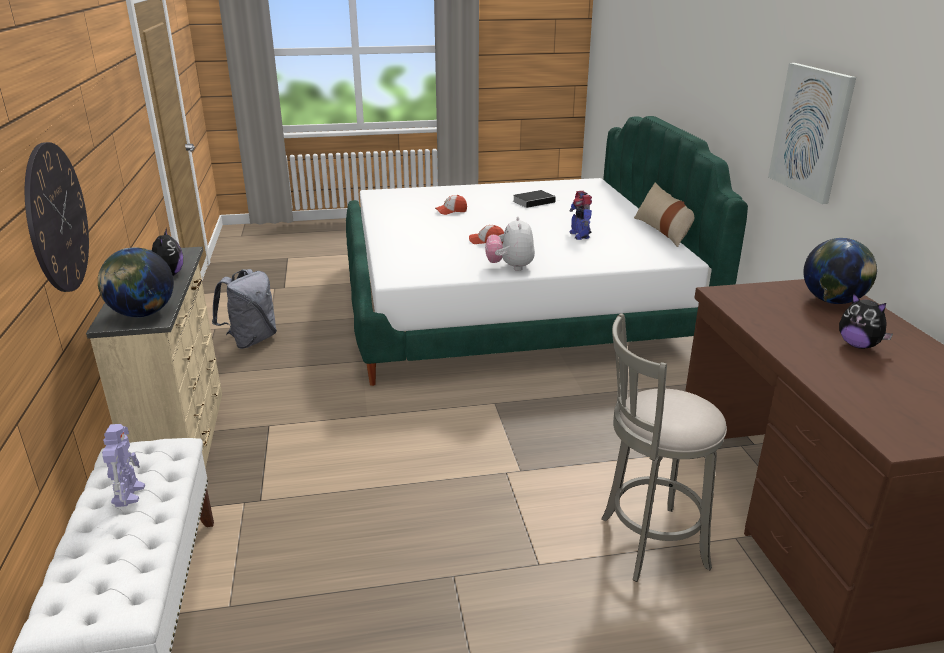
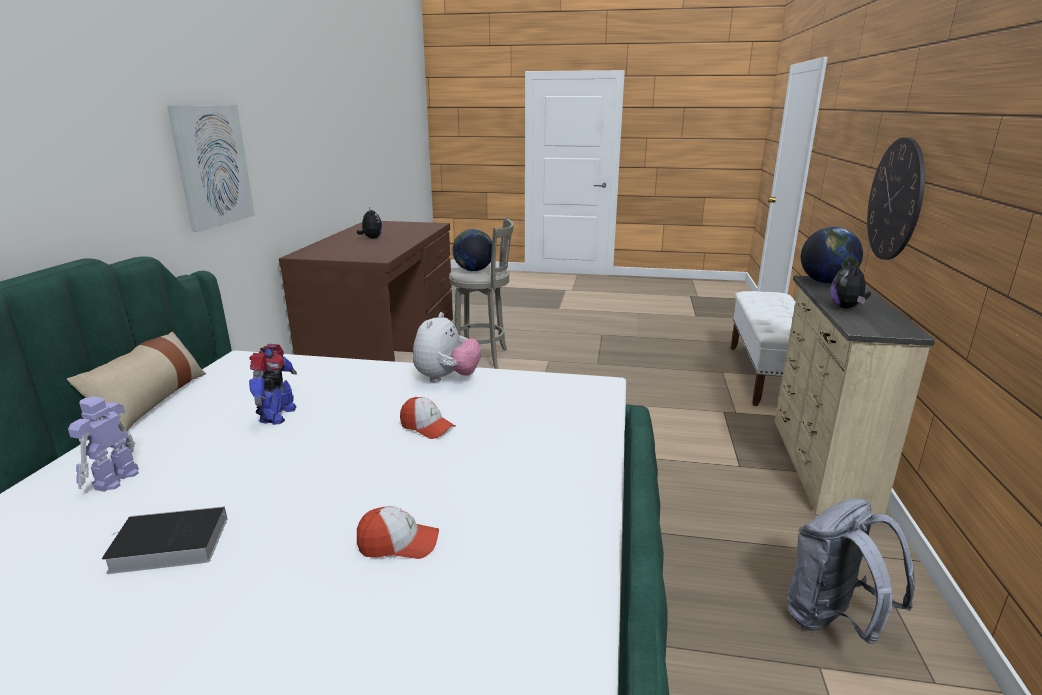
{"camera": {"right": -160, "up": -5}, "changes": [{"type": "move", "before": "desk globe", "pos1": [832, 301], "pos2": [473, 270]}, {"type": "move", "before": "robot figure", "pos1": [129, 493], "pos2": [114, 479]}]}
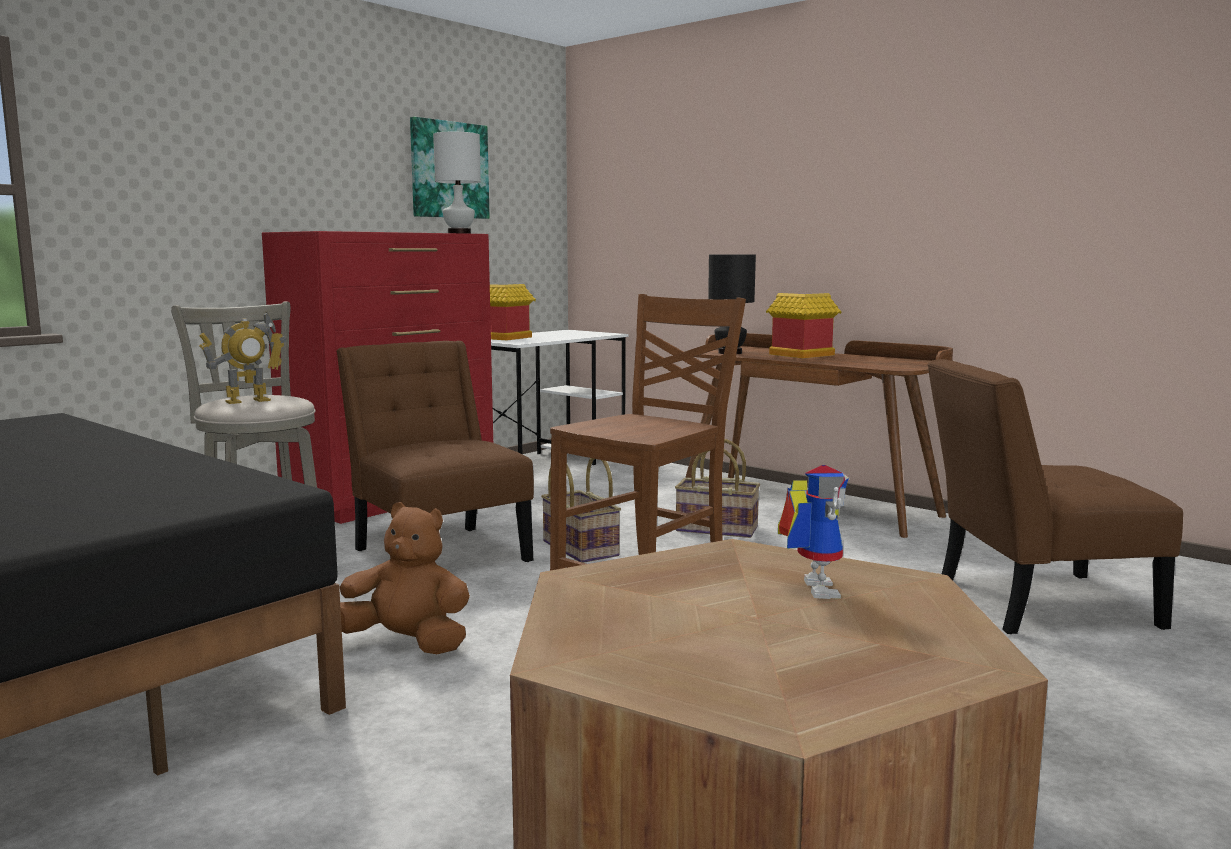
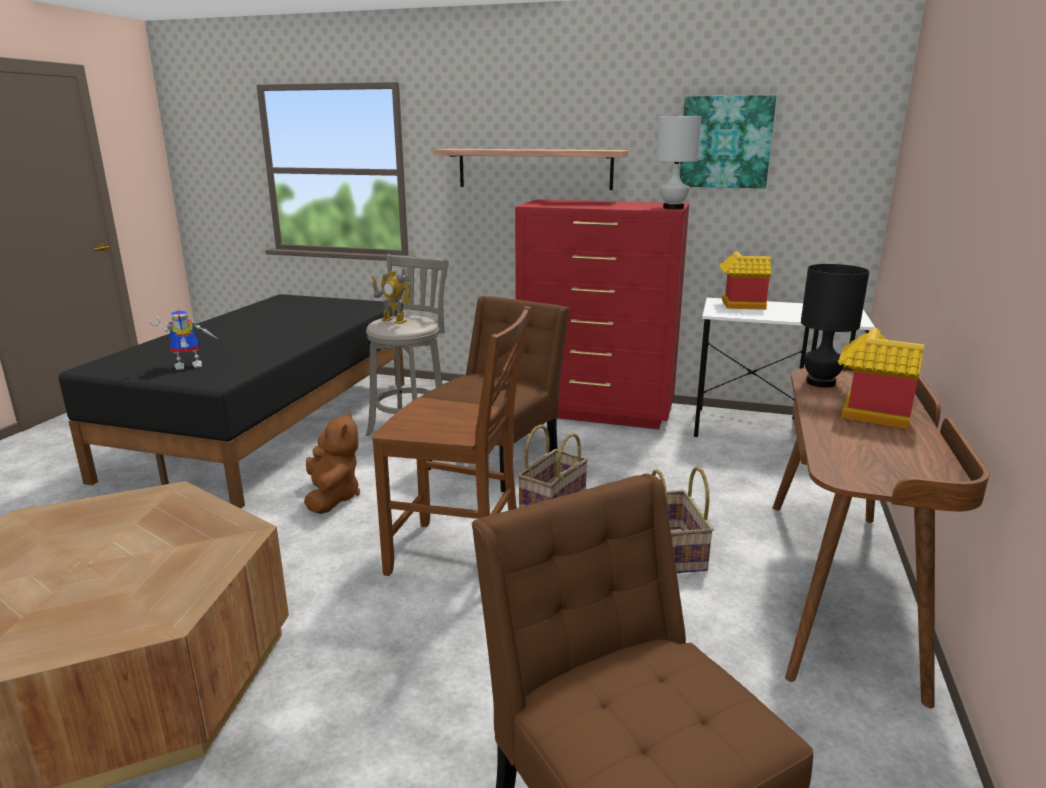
{"camera": {"right": 65, "up": 10}, "changes": [{"type": "move", "before": "robot figure", "pos1": [811, 588], "pos2": [191, 365]}, {"type": "insert", "after": "wall shelf", "pos2": [534, 169]}]}
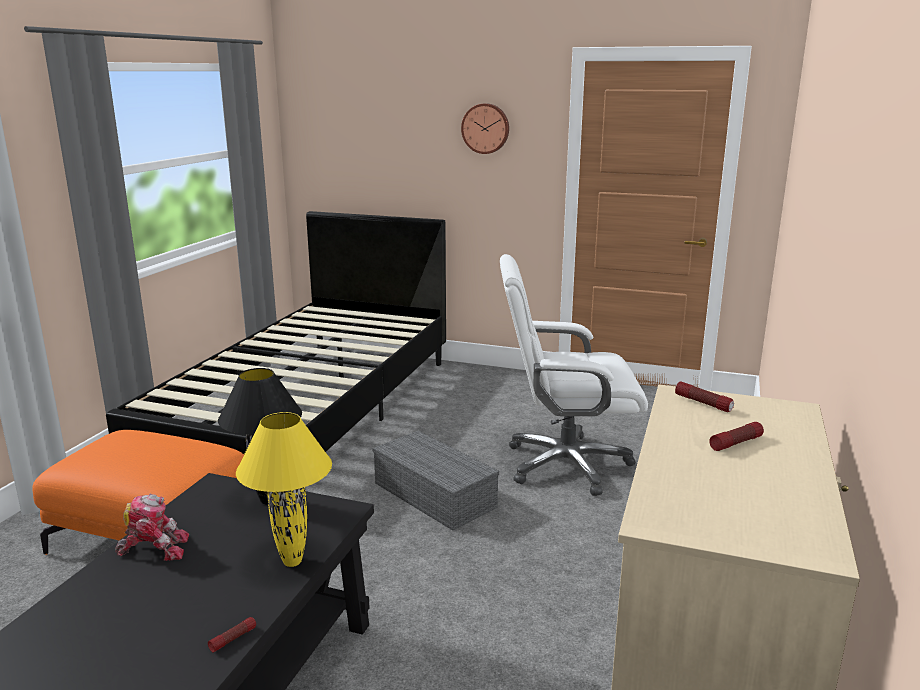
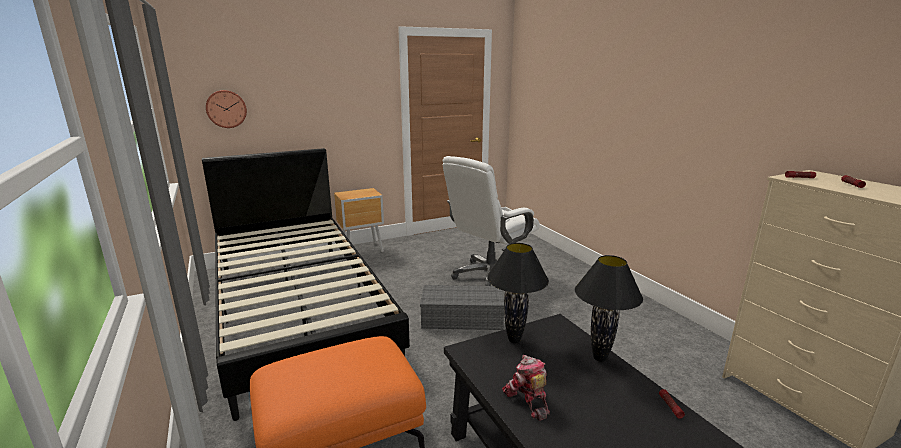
{"camera": {"right": -45, "up": 0}, "changes": [{"type": "move", "before": "hanging clock", "pos1": [486, 128], "pos2": [226, 109]}, {"type": "recolor", "before": "yellow lamp for a table", "after": "black-coloured lamp for a table", "pos1": [292, 561], "pos2": [599, 358]}, {"type": "rotate", "before": "robot figure", "pos1": [154, 548], "pos2": [527, 400], "turn": -60}, {"type": "insert", "after": "brown night table", "pos2": [363, 250]}]}
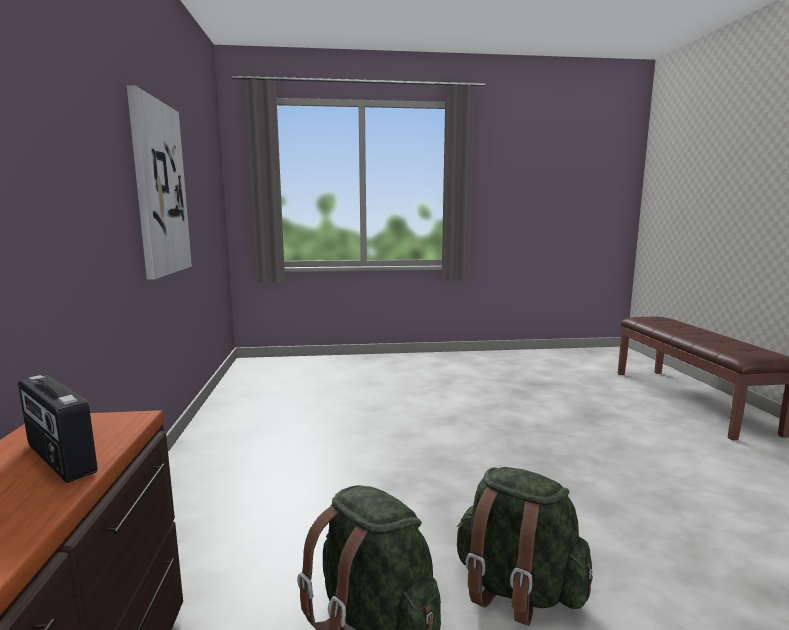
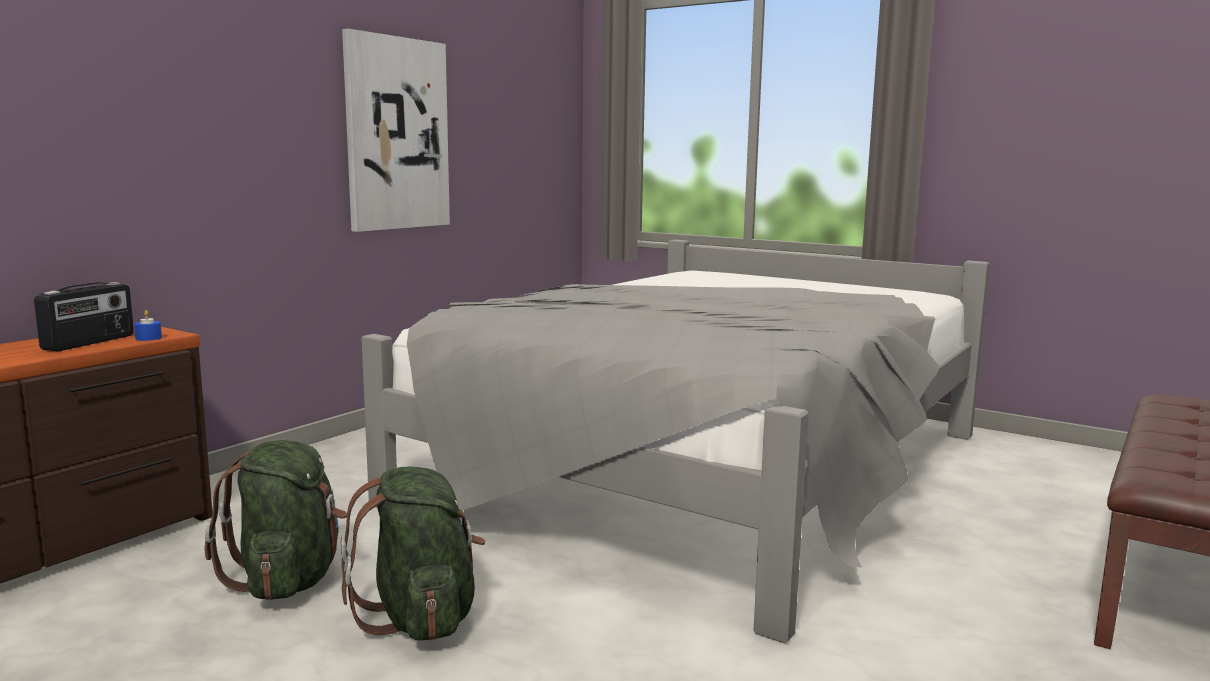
{"camera": {"right": 40, "up": 0}, "changes": [{"type": "rotate", "before": "radio set", "pos1": [59, 459], "pos2": [90, 342], "turn": -150}, {"type": "insert", "after": "gray bedroom bed", "pos2": [707, 468]}, {"type": "insert", "after": "bluish candle", "pos2": [148, 338]}]}
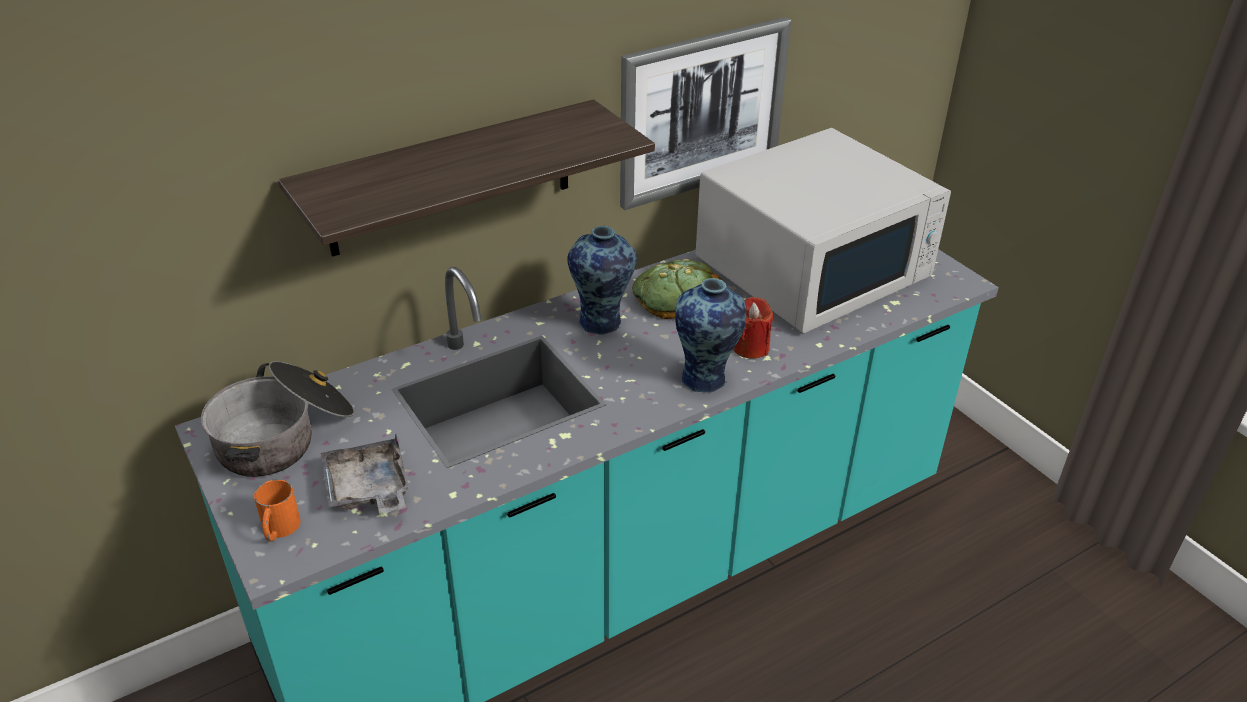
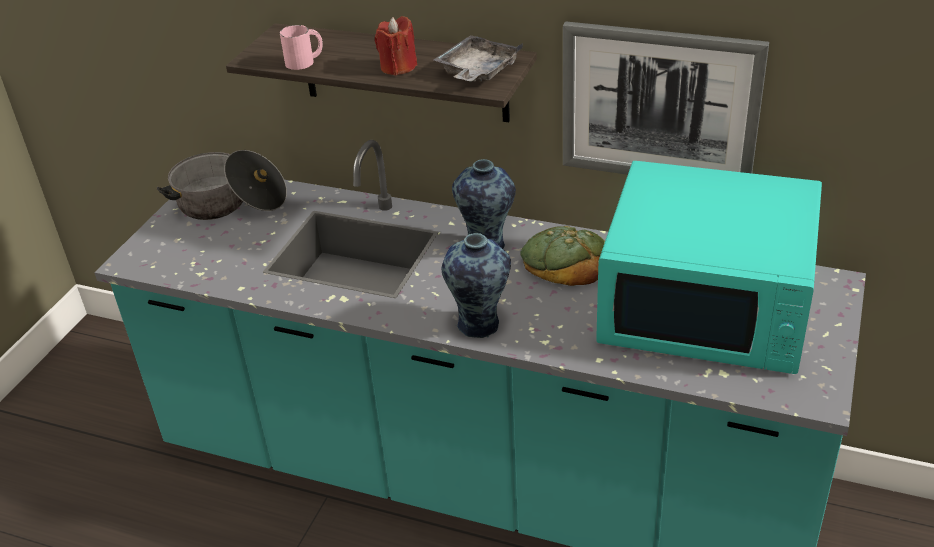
{"camera": {"right": 55, "up": 0}, "changes": [{"type": "recolor", "before": "white microwave", "after": "turquoise-coloured microwave", "pos1": [814, 268], "pos2": [707, 306]}, {"type": "move", "before": "red-coloured candle", "pos1": [750, 347], "pos2": [398, 67]}, {"type": "move", "before": "gray tray", "pos1": [368, 489], "pos2": [477, 71]}, {"type": "delete", "before": "orange-coloured coffee mug", "pos1": [279, 530]}, {"type": "insert", "after": "pinkish coffee mug", "pos2": [305, 61]}]}
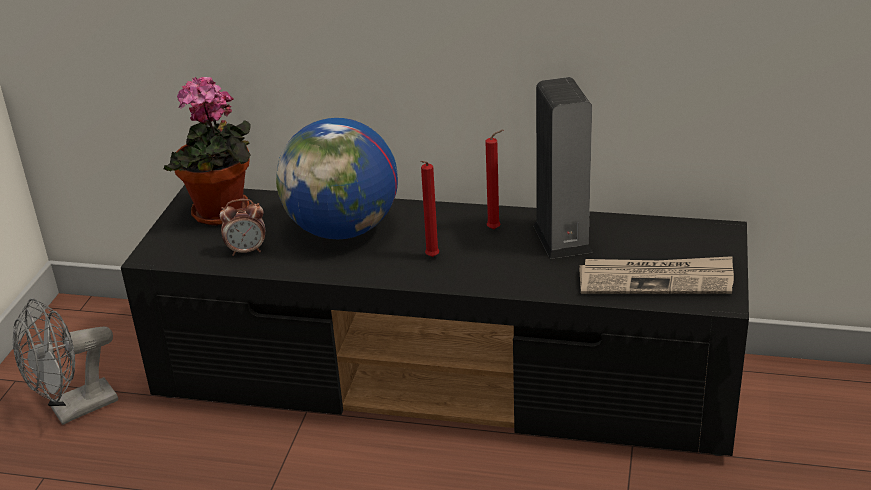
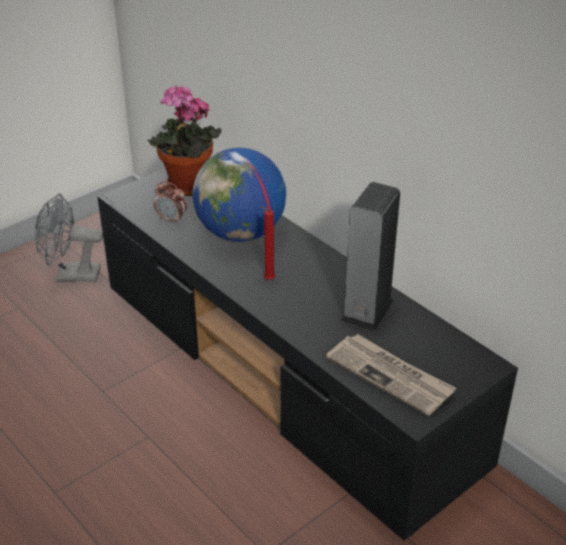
{"camera": {"right": 35, "up": 5}, "changes": [{"type": "delete", "before": "red-coloured candle", "pos1": [496, 229]}]}
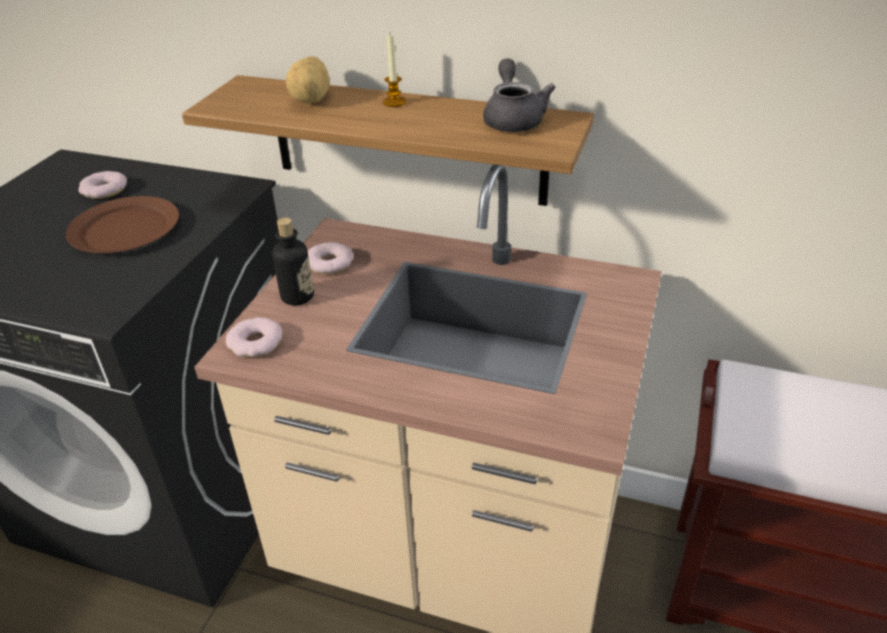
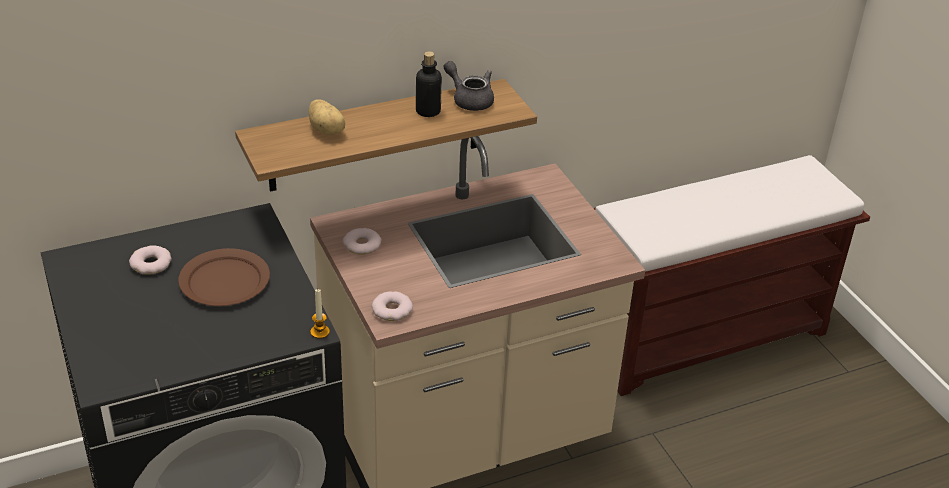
{"camera": {"right": -45, "up": 0}, "changes": [{"type": "move", "before": "candle", "pos1": [394, 102], "pos2": [320, 332]}, {"type": "move", "before": "beverage bottle", "pos1": [297, 296], "pos2": [428, 111]}]}
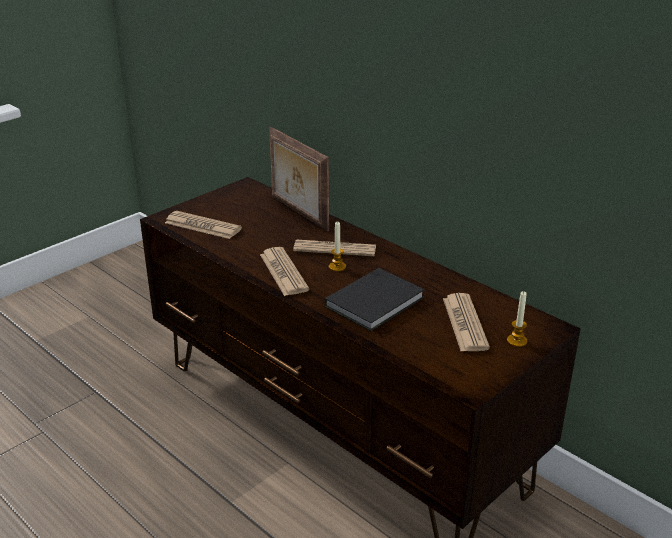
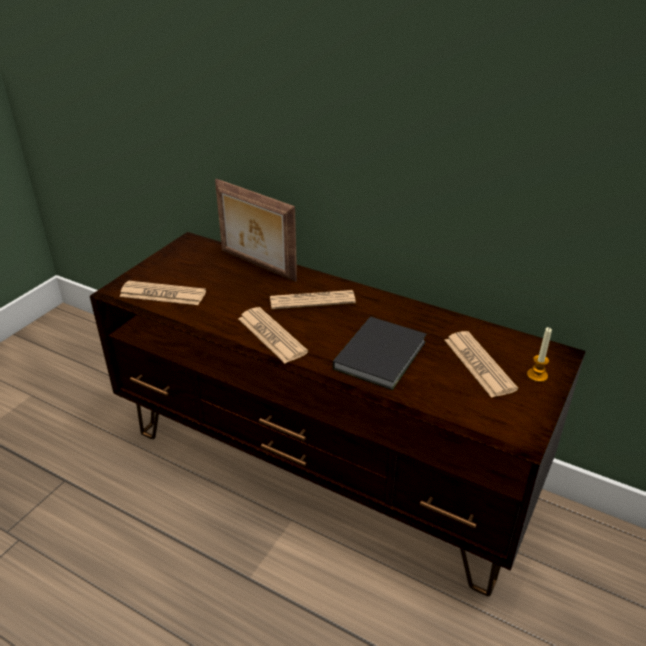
{"camera": {"right": -15, "up": 5}, "changes": [{"type": "delete", "before": "candle", "pos1": [337, 267]}]}
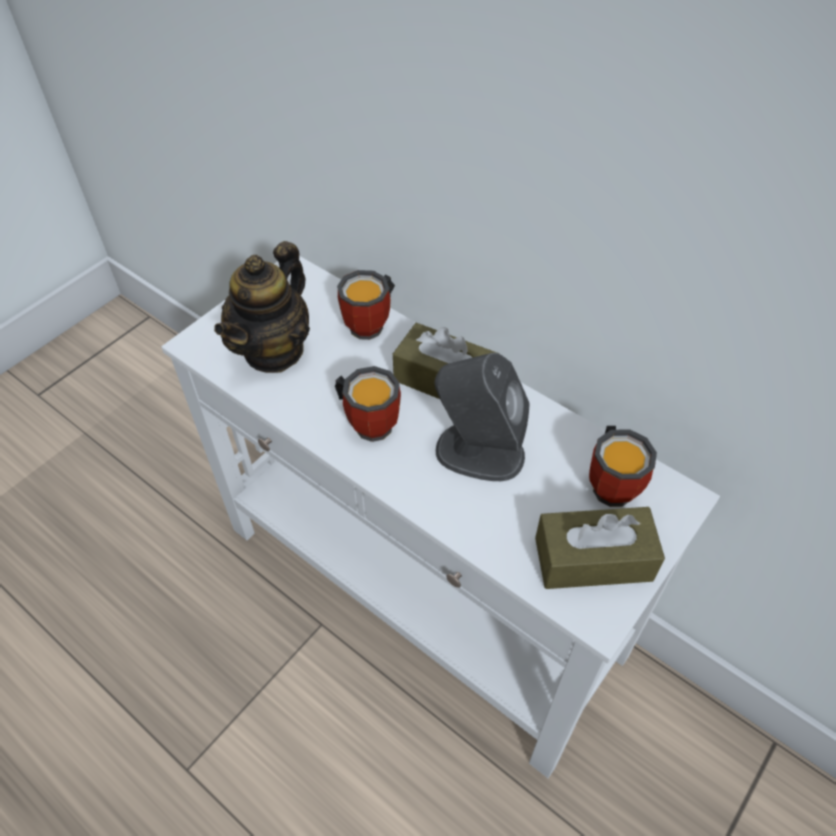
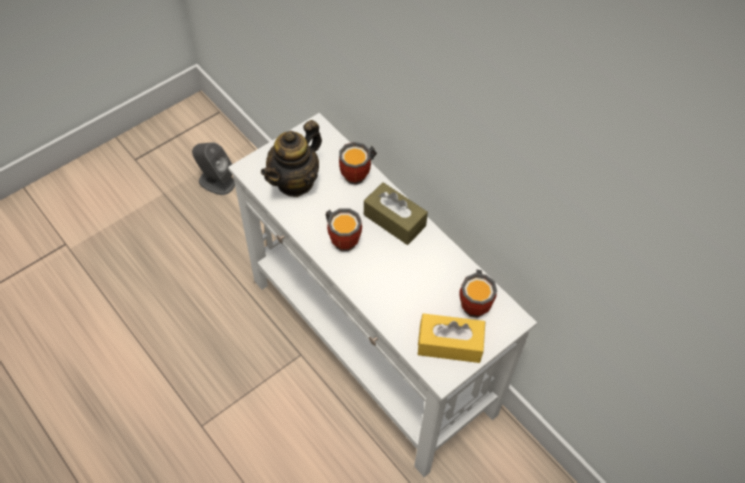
{"camera": {"right": 10, "up": 5}, "changes": [{"type": "move", "before": "gray loudspeaker", "pos1": [478, 452], "pos2": [216, 182]}, {"type": "recolor", "before": "brown tissue box", "after": "yellow tissue box", "pos1": [593, 559], "pos2": [450, 344]}]}
